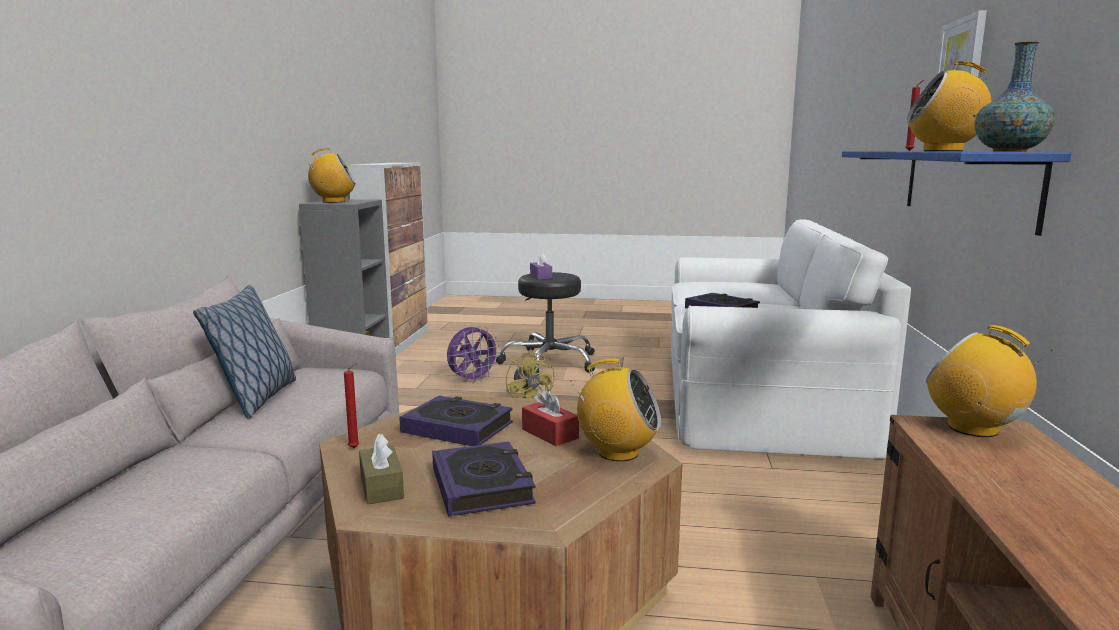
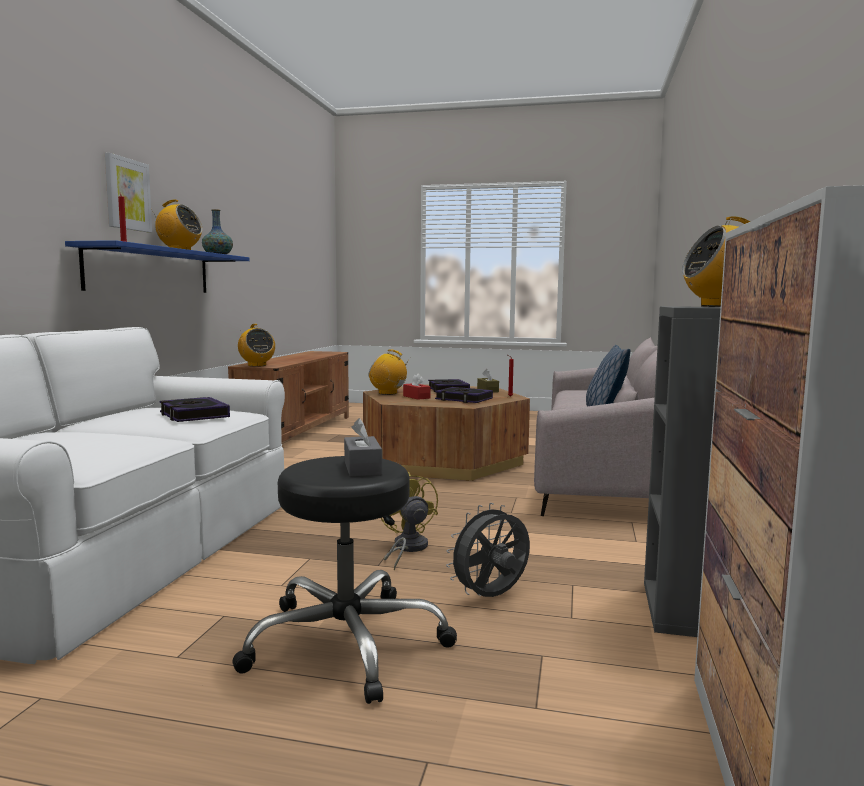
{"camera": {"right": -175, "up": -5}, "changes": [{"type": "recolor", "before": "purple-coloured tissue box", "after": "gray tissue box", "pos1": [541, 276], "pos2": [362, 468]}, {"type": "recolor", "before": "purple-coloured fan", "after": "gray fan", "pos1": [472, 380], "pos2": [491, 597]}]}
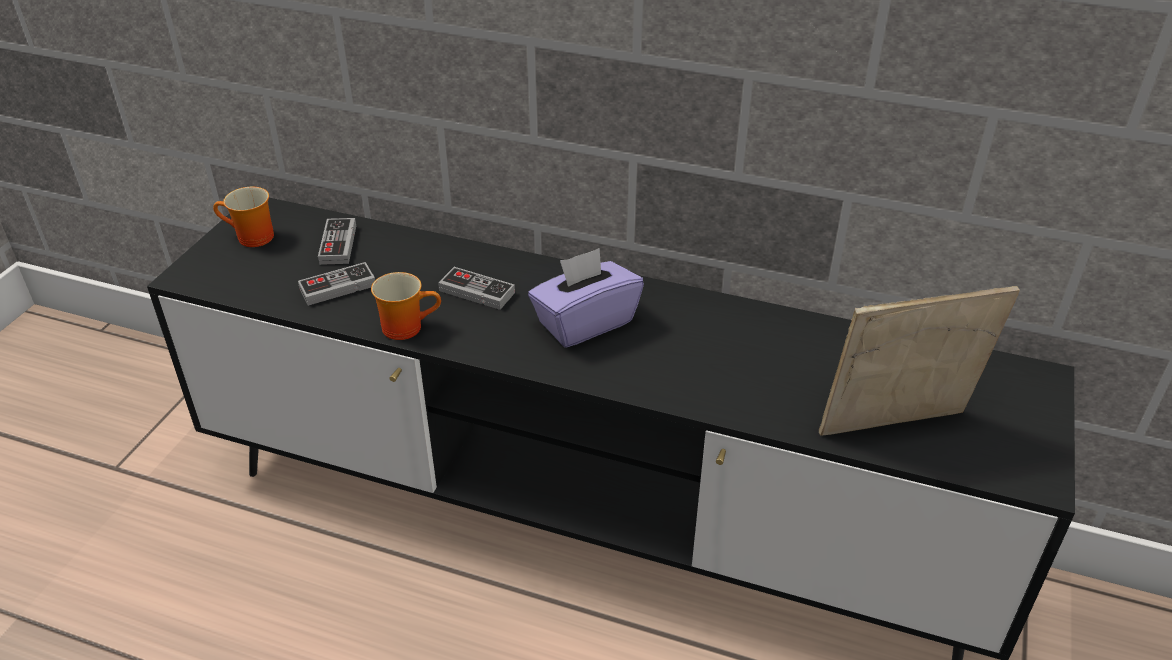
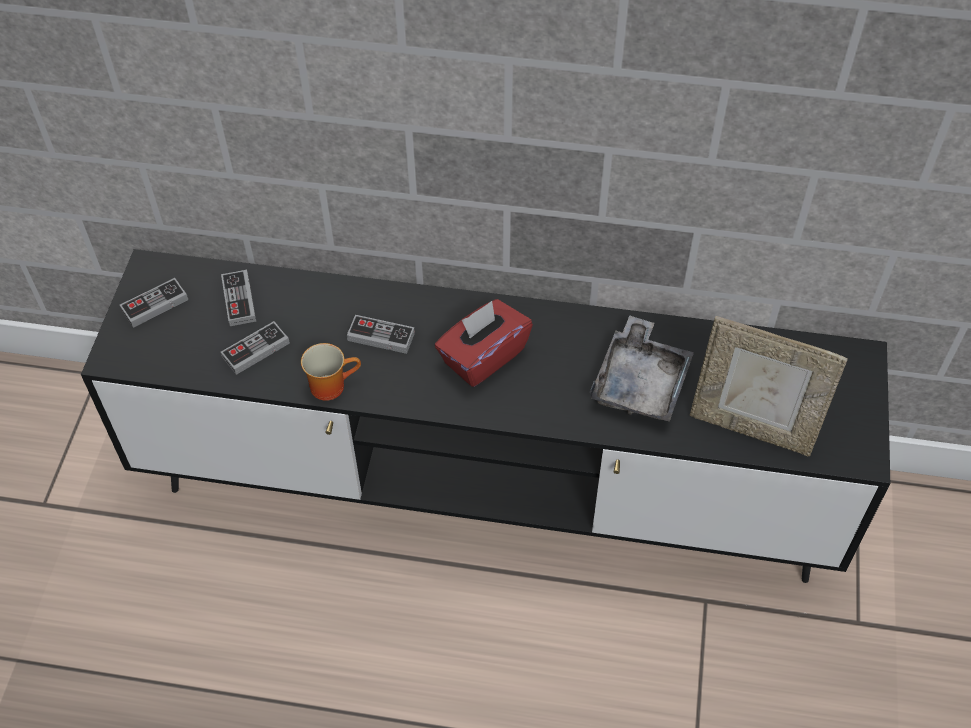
{"camera": {"right": -10, "up": 15}, "changes": [{"type": "replace", "before": "coffee mug", "after": "joypad", "pos1": [250, 238], "pos2": [155, 305]}, {"type": "recolor", "before": "purple-coloured tissue box", "after": "red-coloured tissue box", "pos1": [585, 322], "pos2": [483, 356]}, {"type": "rotate", "before": "picture frame", "pos1": [895, 430], "pos2": [752, 428], "turn": -135}, {"type": "insert", "after": "gray tray", "pos2": [640, 382]}]}
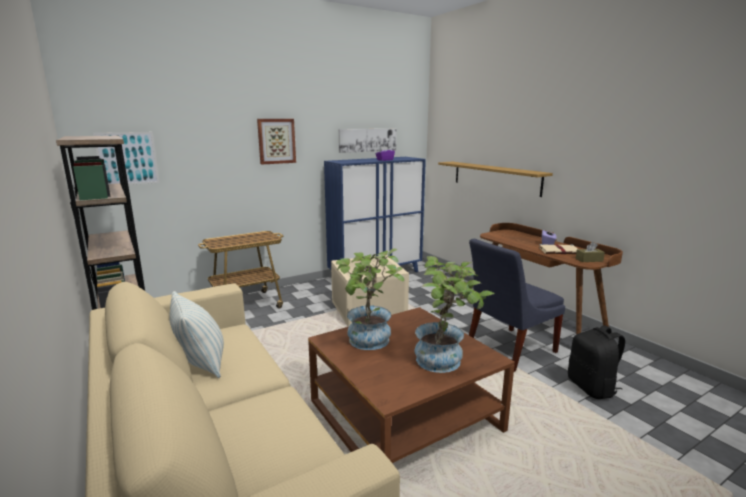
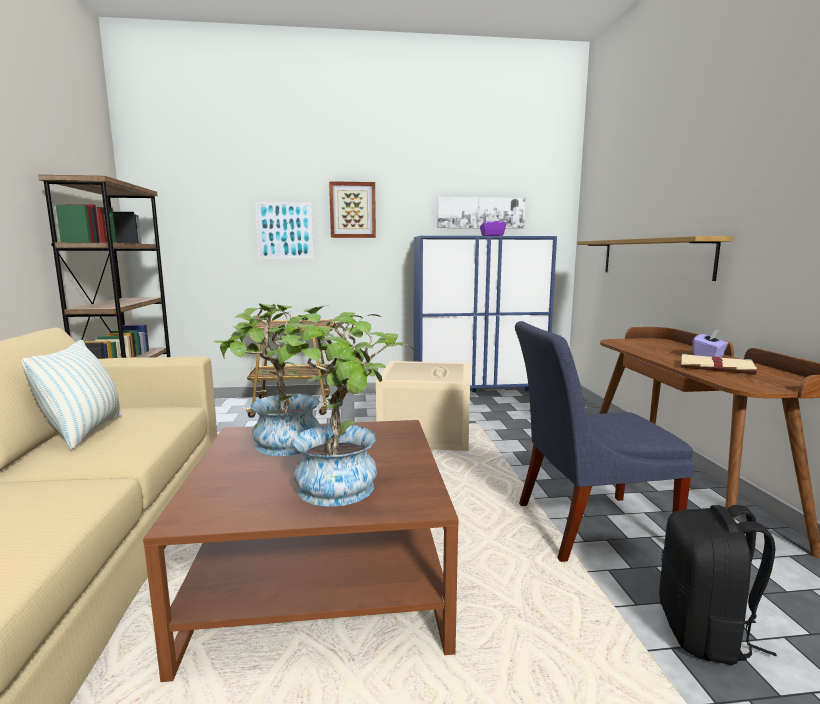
{"camera": {"right": 25, "up": -5}, "changes": [{"type": "move", "before": "picture", "pos1": [127, 158], "pos2": [284, 231]}, {"type": "delete", "before": "brown tissue box", "pos1": [589, 260]}]}
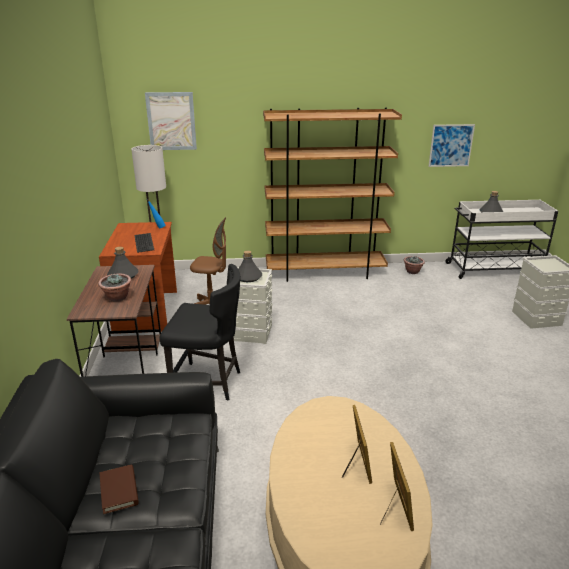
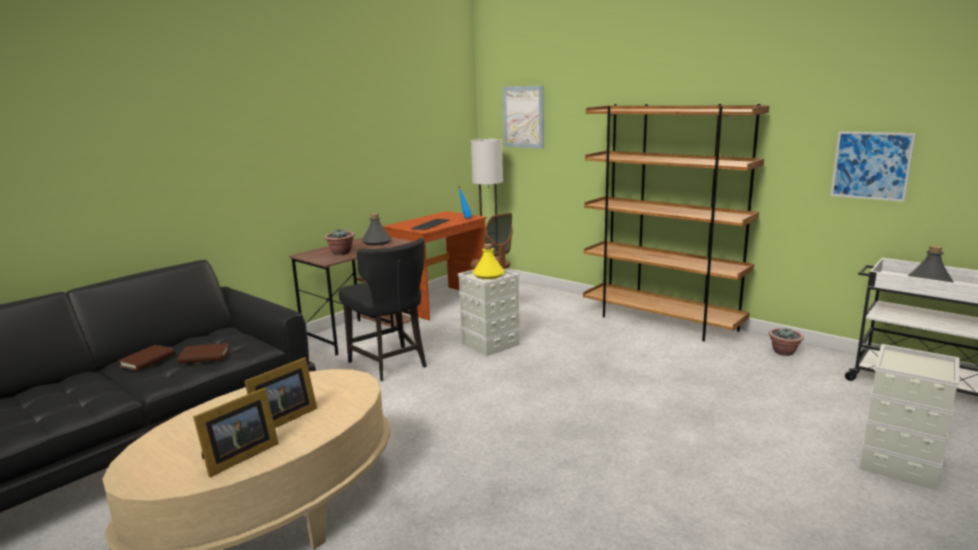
{"camera": {"right": 45, "up": -10}, "changes": [{"type": "recolor", "before": "gray beverage bottle", "after": "yellow beverage bottle", "pos1": [248, 277], "pos2": [488, 275]}, {"type": "insert", "after": "brown volume", "pos2": [204, 356]}]}
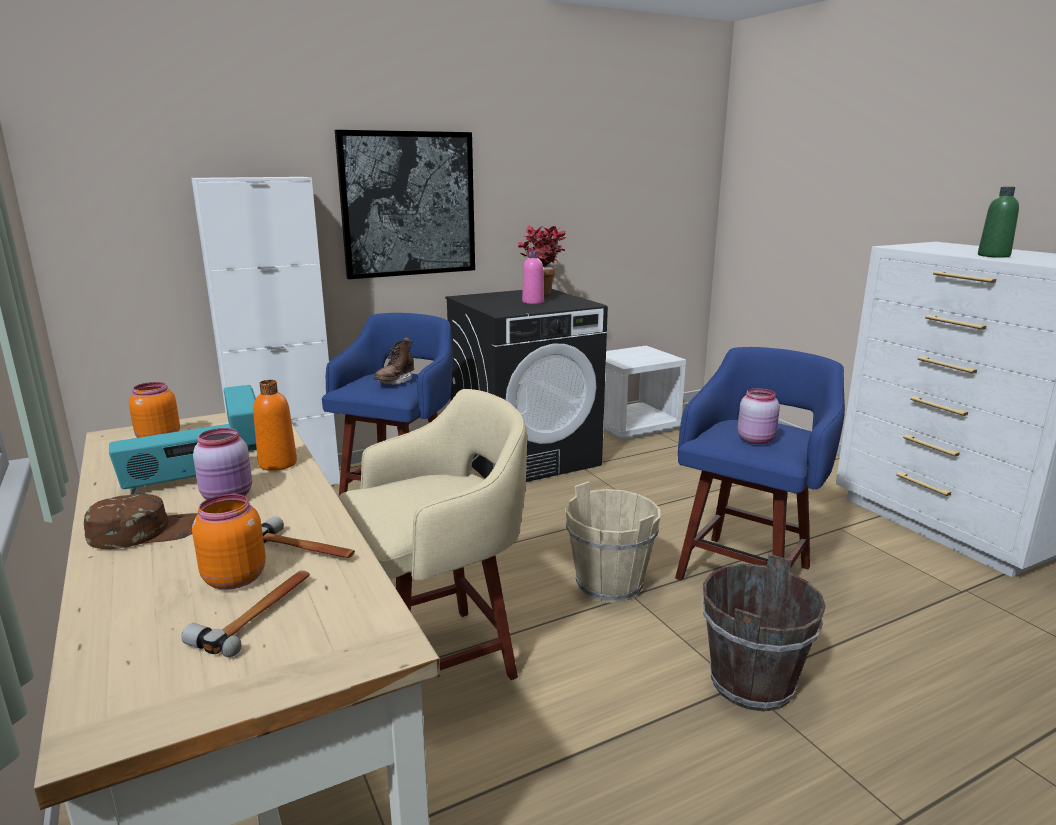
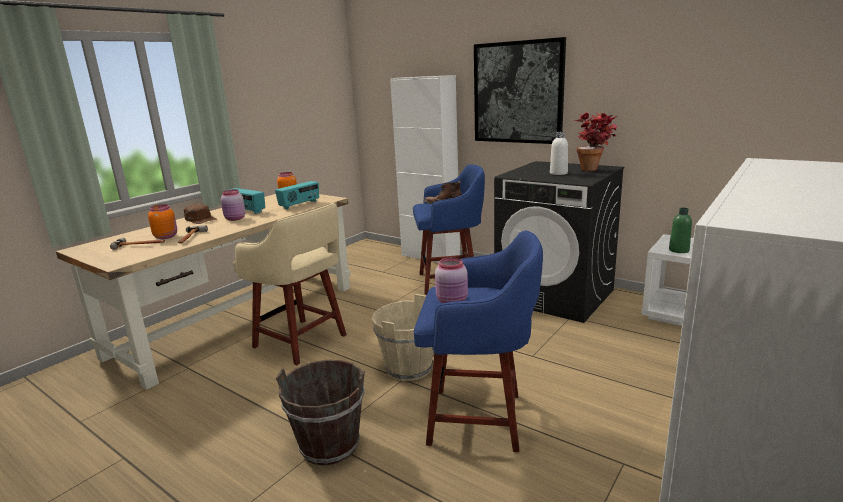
{"camera": {"right": 65, "up": 0}, "changes": [{"type": "move", "before": "greenish beverage bottle", "pos1": [993, 256], "pos2": [678, 250]}, {"type": "recolor", "before": "pinkish beverage bottle", "after": "white beverage bottle", "pos1": [533, 302], "pos2": [558, 173]}, {"type": "delete", "before": "orange-coloured beverage bottle", "pos1": [278, 464]}]}
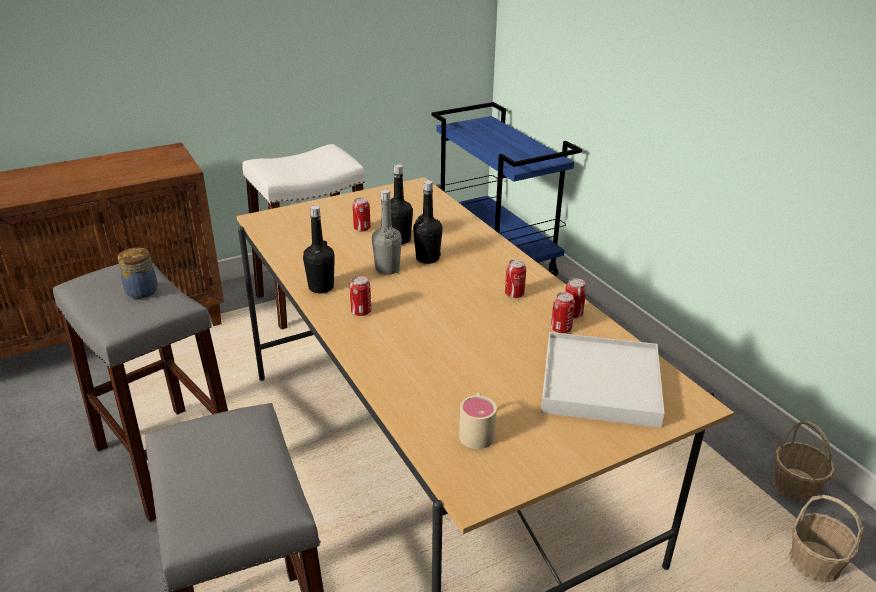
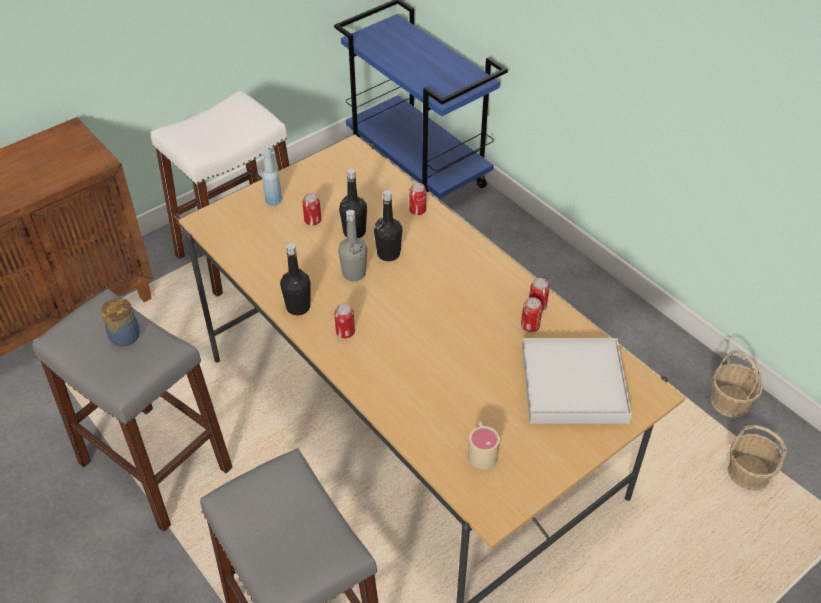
{"camera": {"right": -10, "up": 15}, "changes": [{"type": "move", "before": "sealed can", "pos1": [514, 294], "pos2": [417, 210]}, {"type": "insert", "after": "bluish beverage bottle", "pos2": [273, 201]}]}
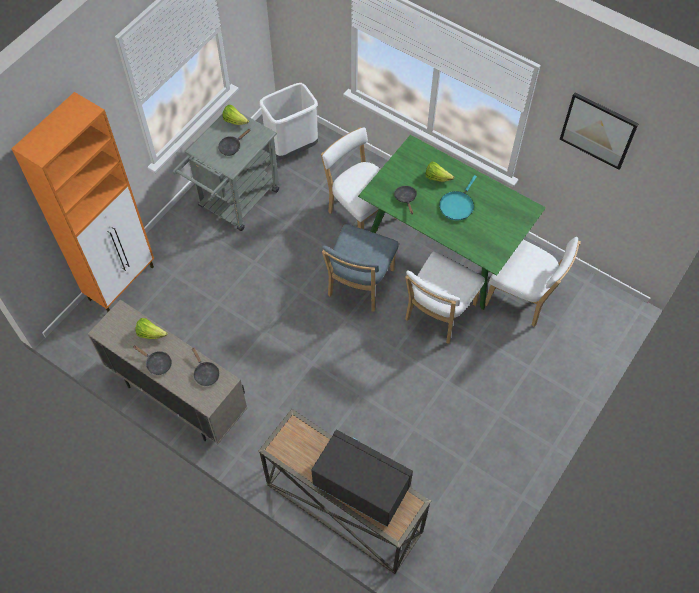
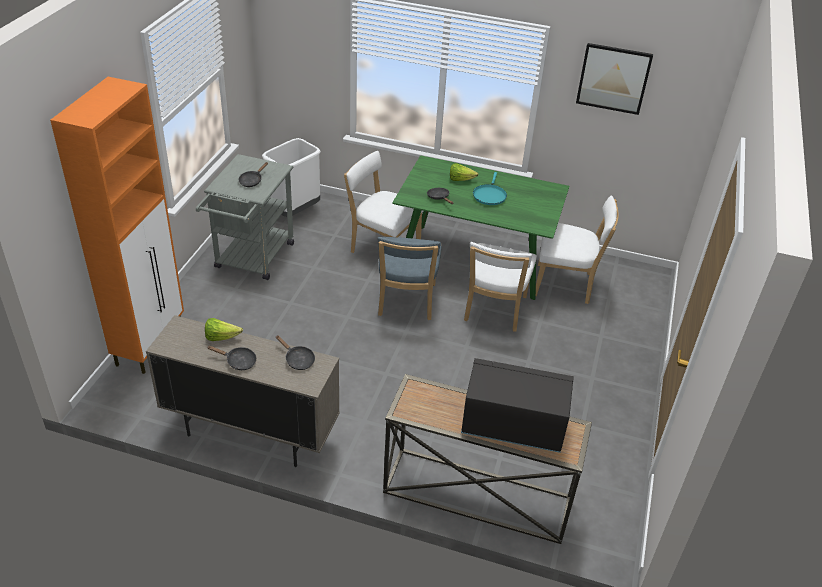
{"camera": {"right": -20, "up": -20}, "changes": [{"type": "delete", "before": "lettuce", "pos1": [235, 121]}]}
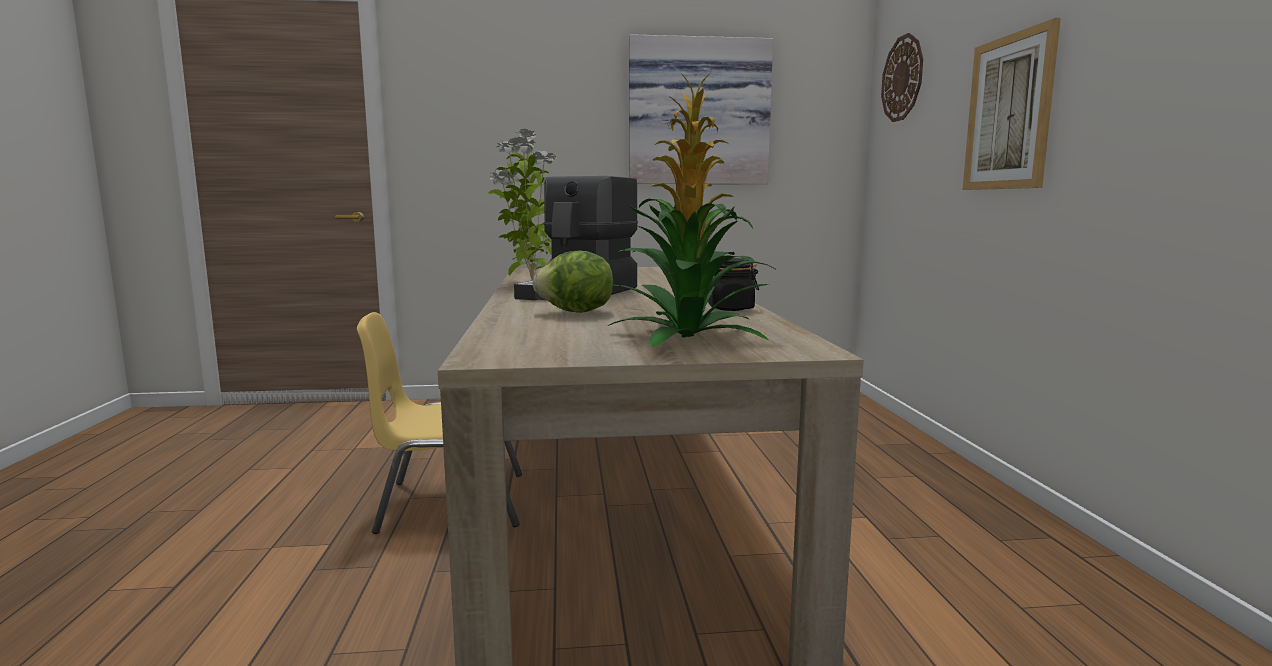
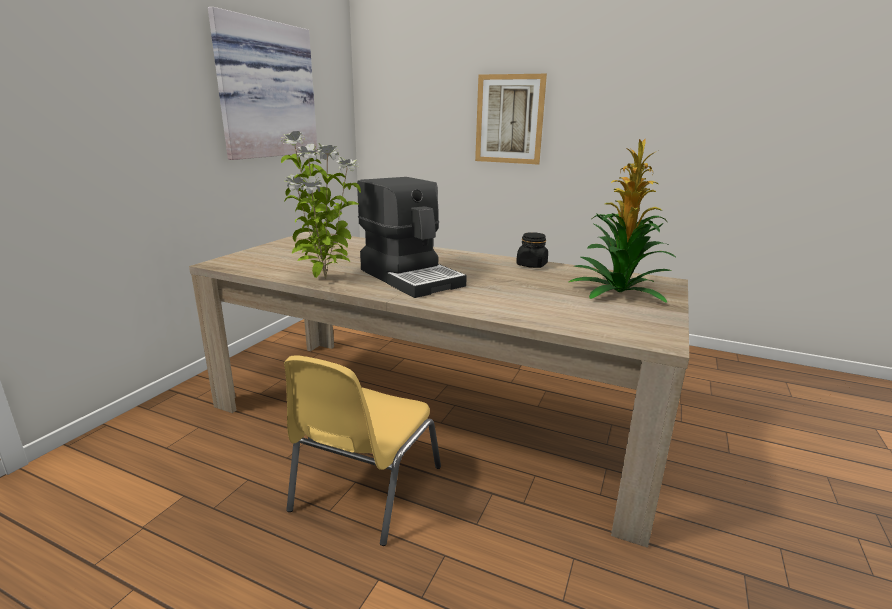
{"camera": {"right": -60, "up": 10}, "changes": [{"type": "delete", "before": "hanging clock", "pos1": [902, 78]}, {"type": "delete", "before": "lettuce", "pos1": [576, 313]}]}
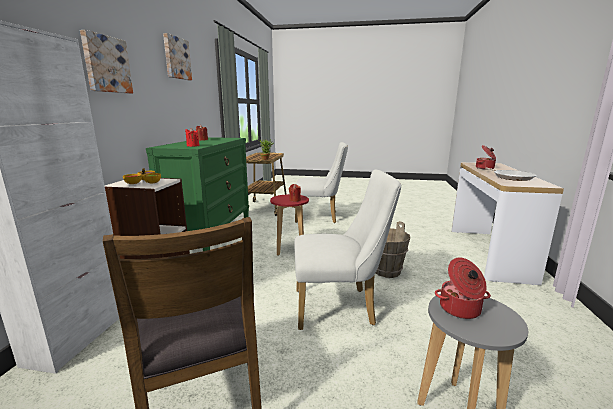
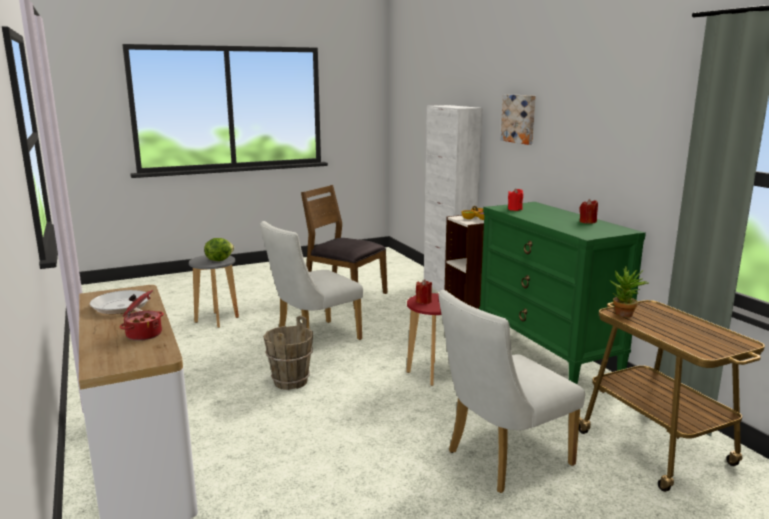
{"camera": {"right": 145, "up": 0}, "changes": [{"type": "delete", "before": "picture", "pos1": [176, 58]}, {"type": "replace", "before": "saucepot", "after": "lettuce", "pos1": [460, 309], "pos2": [219, 260]}]}
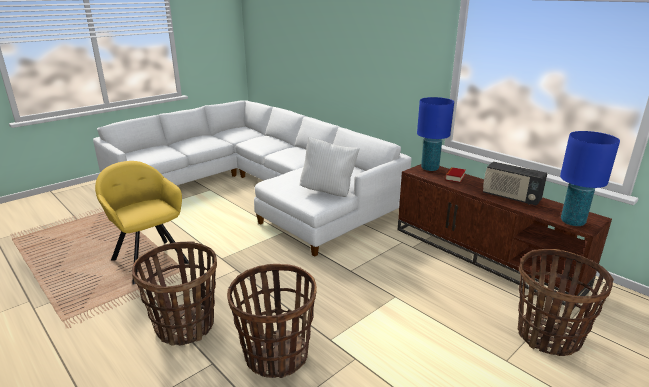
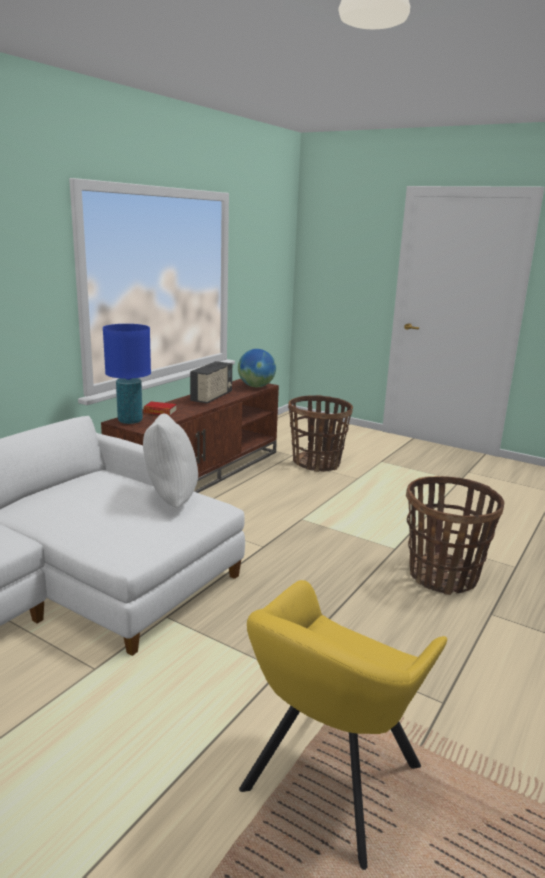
{"camera": {"right": -105, "up": -5}, "changes": [{"type": "replace", "before": "bluish lamp for a table", "after": "desk globe", "pos1": [572, 222], "pos2": [256, 386]}, {"type": "delete", "before": "household basket", "pos1": [185, 326]}]}
